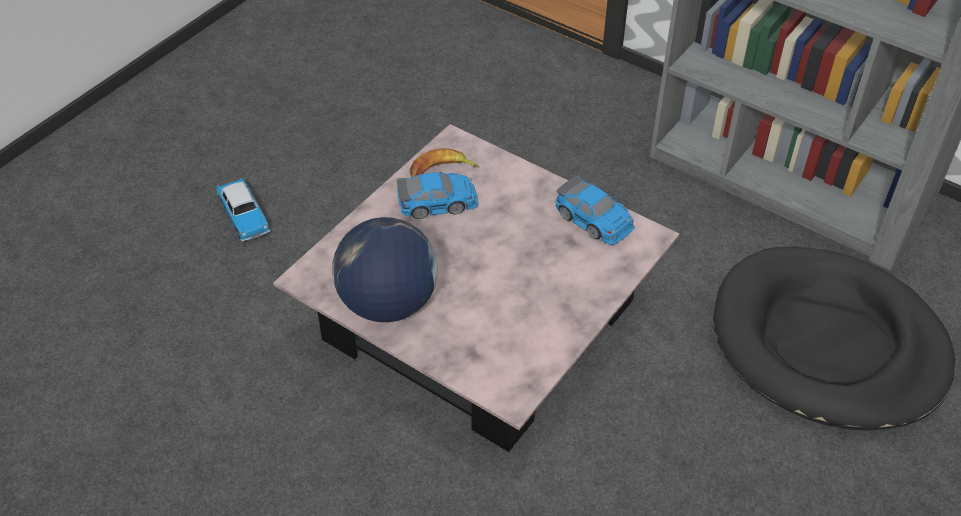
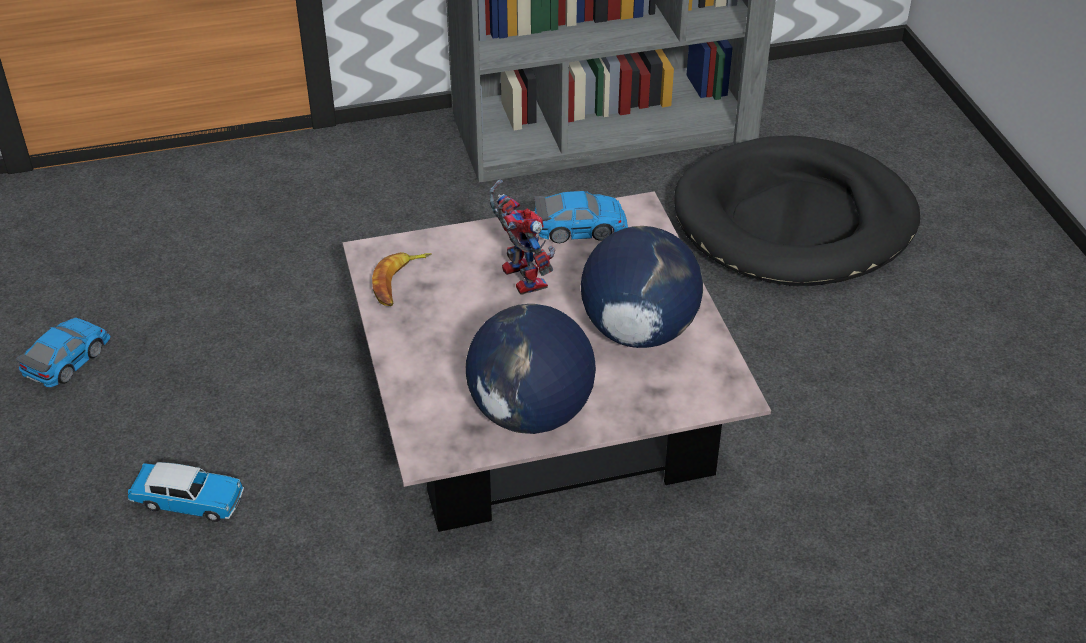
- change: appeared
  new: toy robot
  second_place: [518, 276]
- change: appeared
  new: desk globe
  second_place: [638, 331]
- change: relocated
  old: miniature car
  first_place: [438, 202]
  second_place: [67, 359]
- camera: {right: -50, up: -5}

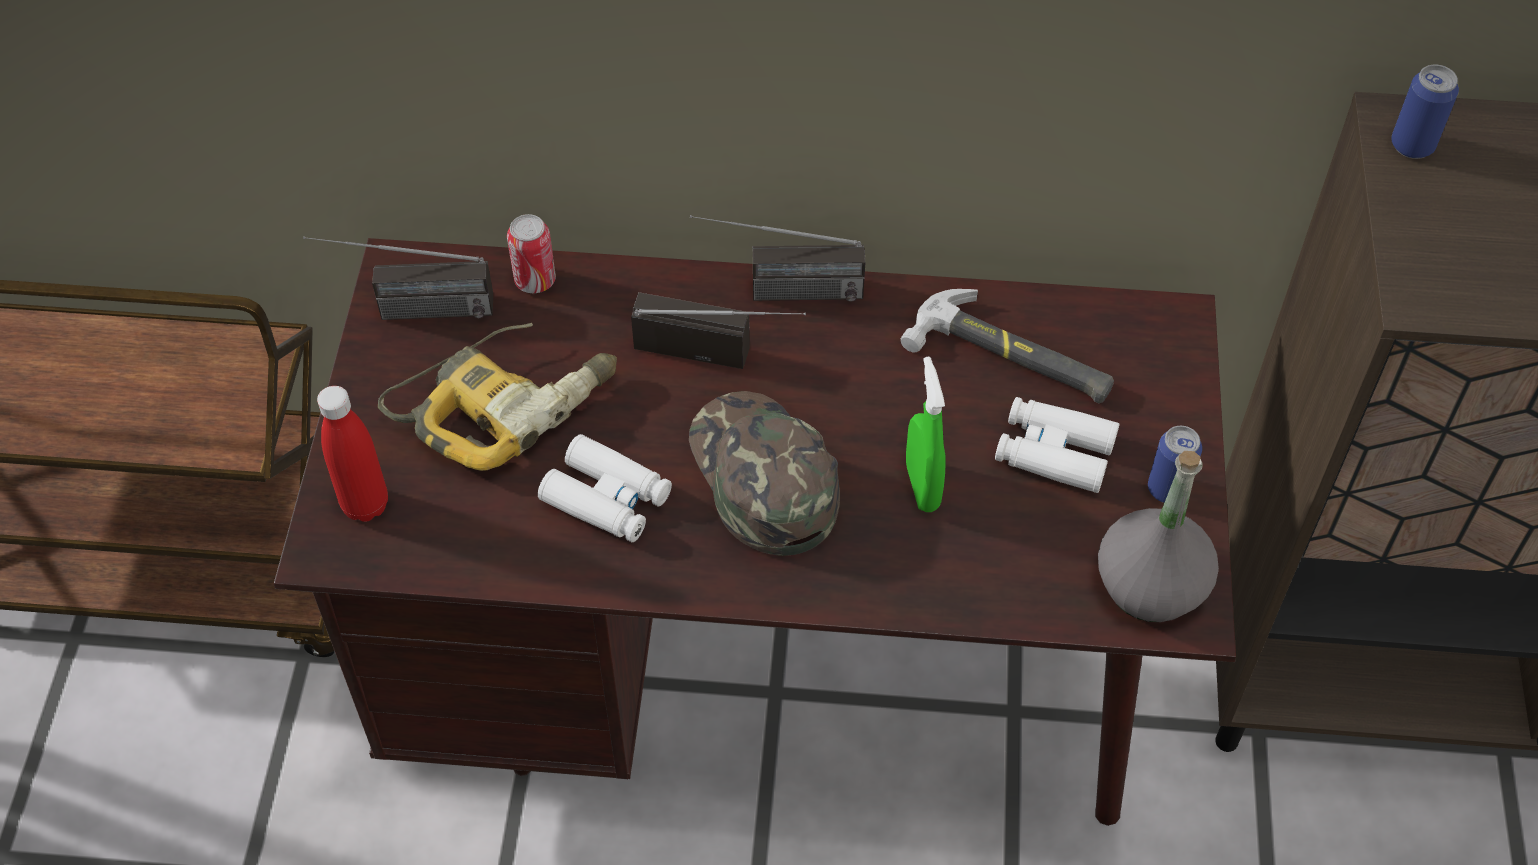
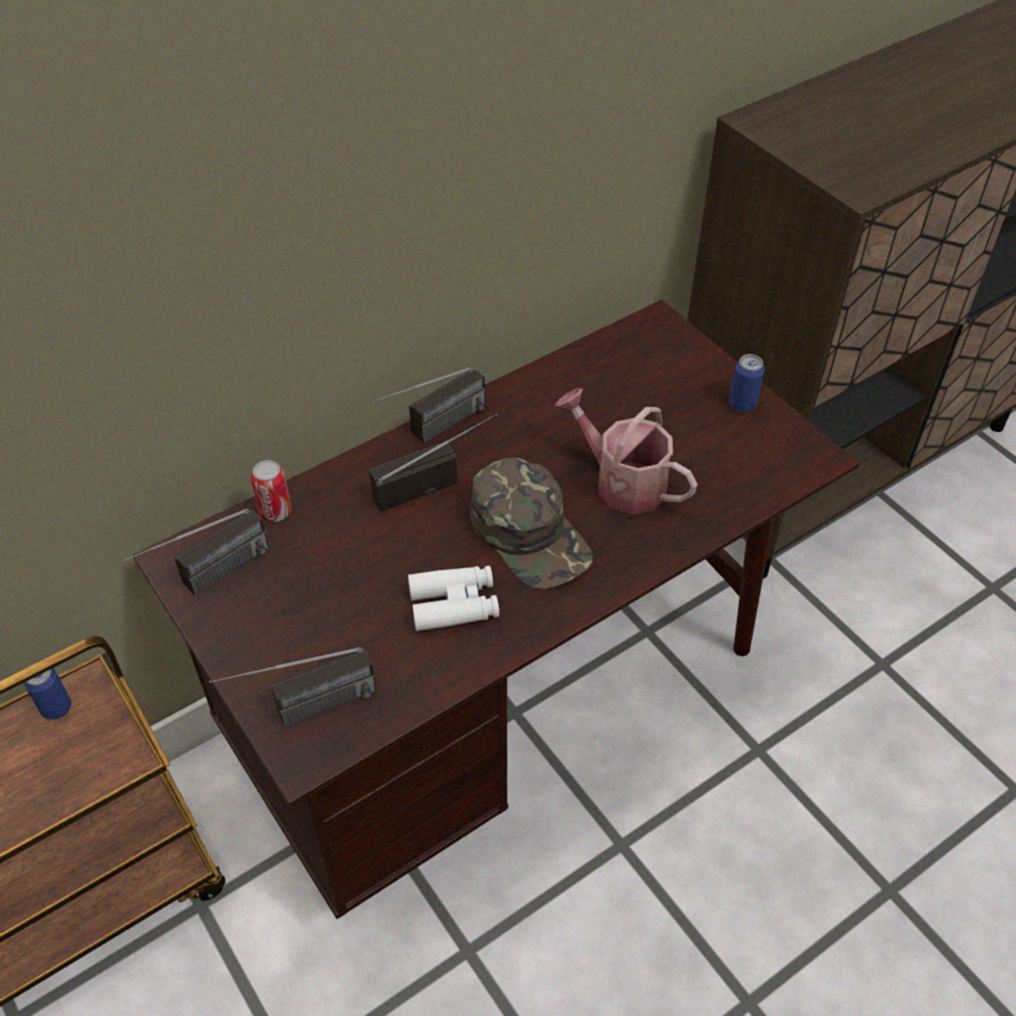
- change: missing
  old: drill
  first_place: [505, 402]
- change: missing
  old: tool hammer
  first_place: [1011, 358]
- change: missing
  old: white-coloured field glasses
  first_place: [1054, 452]
- change: missing
  old: grey bottle
  first_place: [1150, 584]
- change: relocated
  old: sealed can
  first_place: [1412, 145]
  second_place: [56, 708]
- change: exchanged
  old: red-coloured bottle
  new: radio
  first_place: [365, 505]
  second_place: [302, 711]
- change: exchanged
  old: greenish hand sprayer
  new: sprinkling can
  first_place: [922, 486]
  second_place: [622, 481]
- change: spun
  old: greenish peaked cap
  first_place: [761, 477]
  second_place: [530, 533]
  degrees: -150
- camera: {right: -40, up: -5}

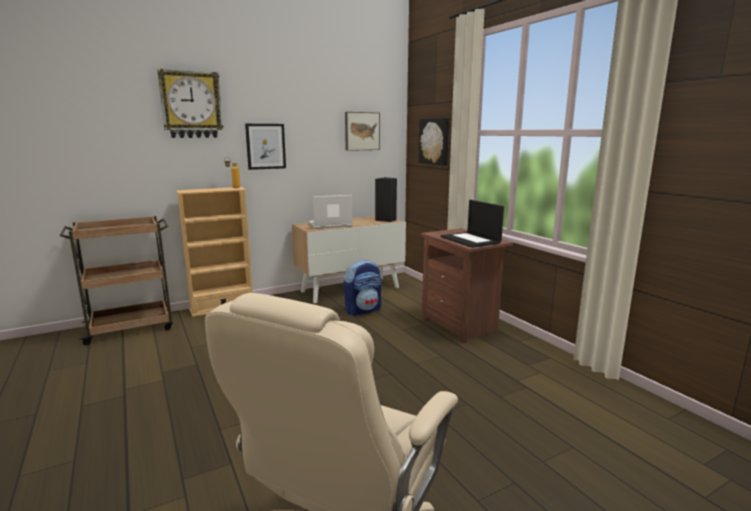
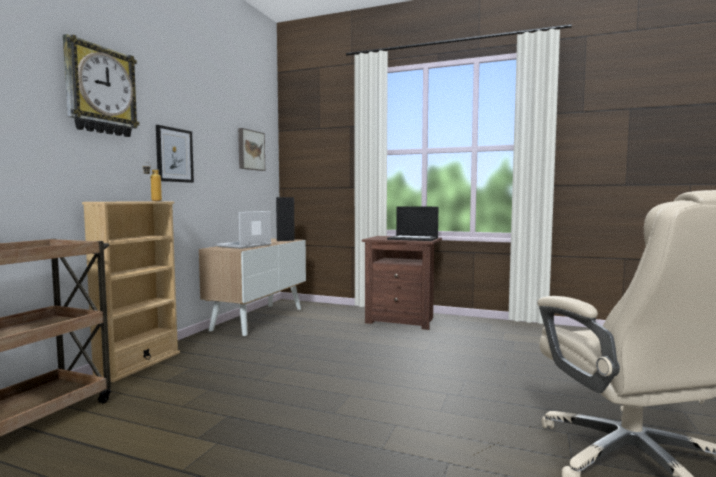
- change: missing
  old: backpack
  first_place: [363, 310]
- change: missing
  old: wall picture
  first_place: [435, 141]
- camera: {right: -40, up: -10}

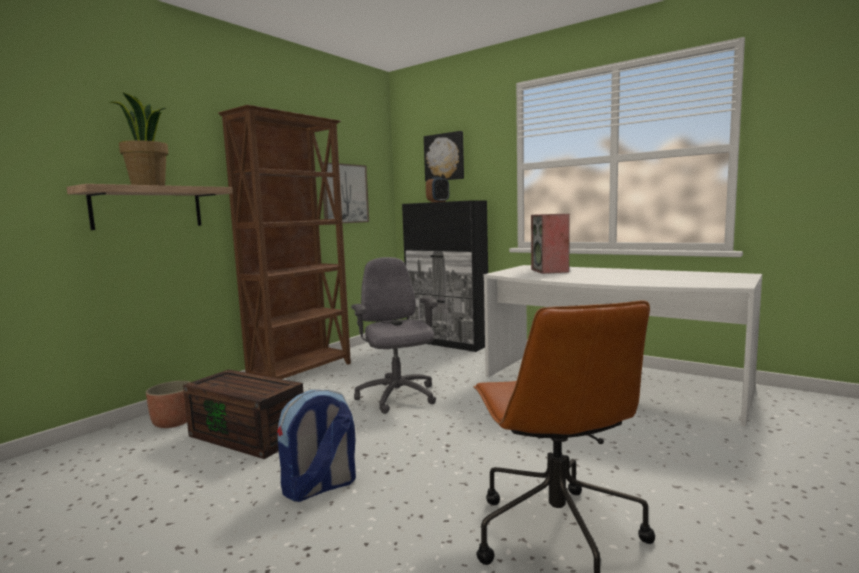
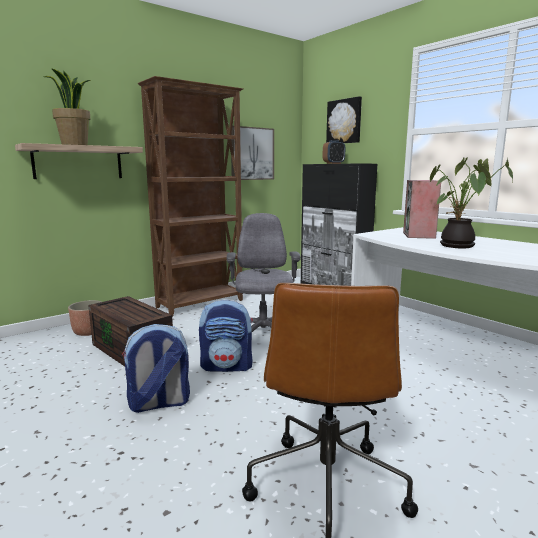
- change: appeared
  new: backpack
  second_place: [227, 366]
- change: appeared
  new: plant in a pot
  second_place: [458, 246]
- camera: {right: 15, up: 5}

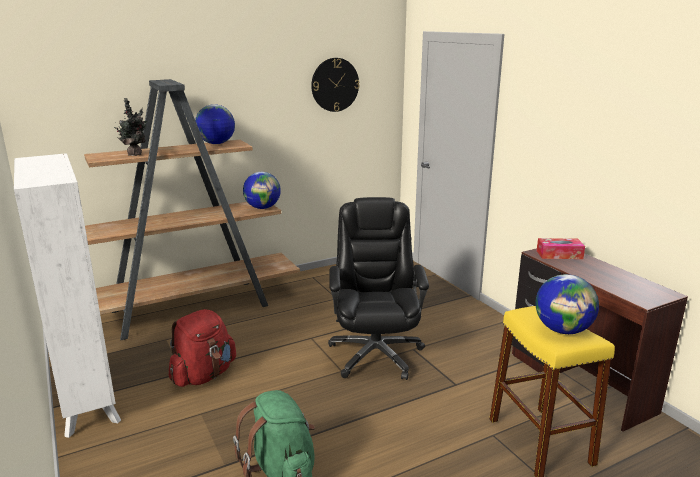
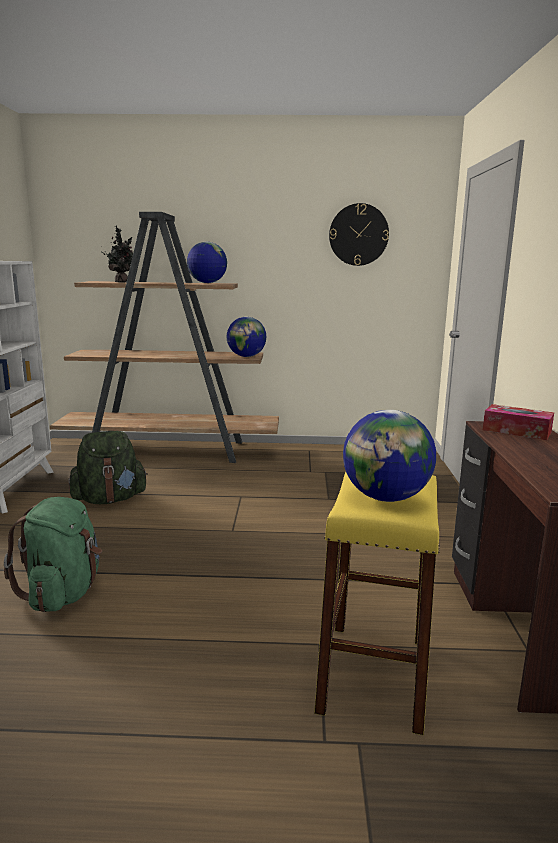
- change: missing
  old: blackish desk chair
  first_place: [375, 353]
- change: colour
  old: red-coloured backpack
  new: greenish backpack
  first_place: [204, 375]
  second_place: [109, 499]
- camera: {right: 30, up: -5}

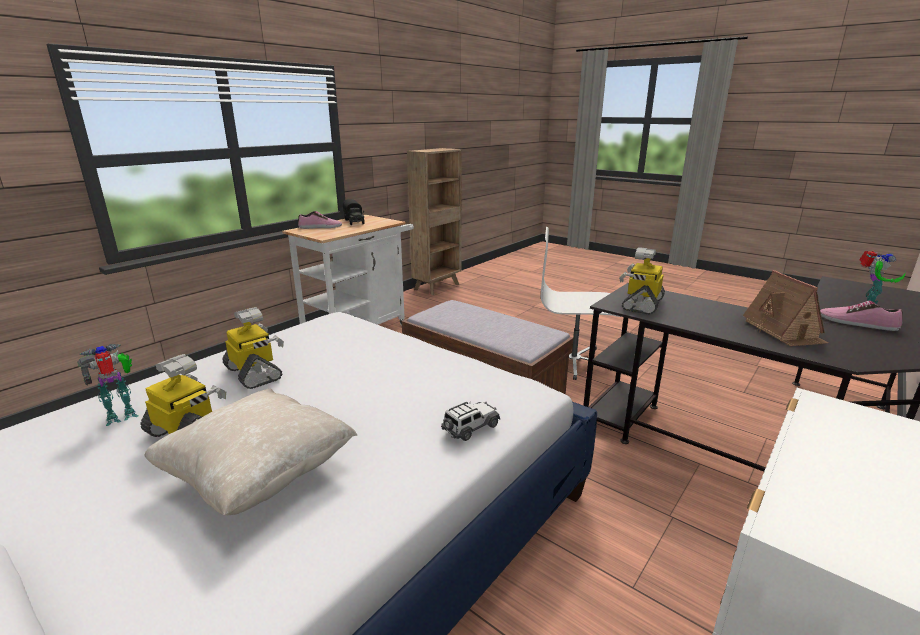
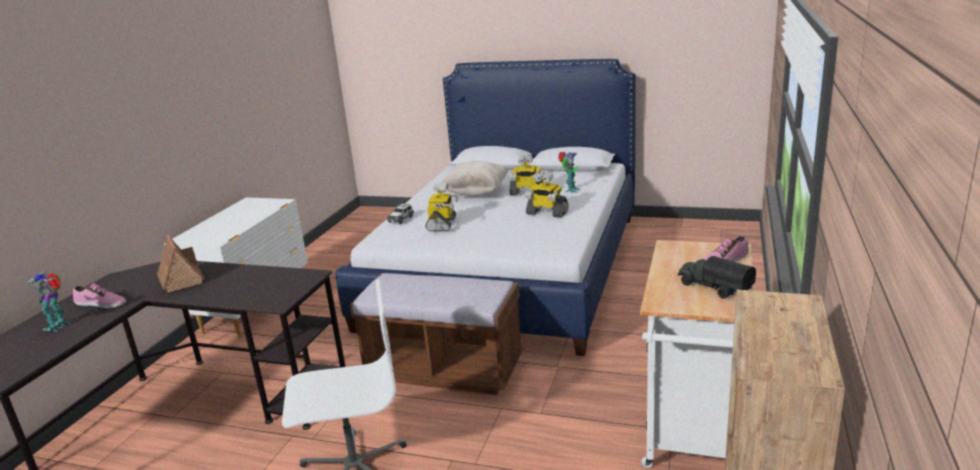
- change: relocated
  old: toy robot
  first_place: [641, 304]
  second_place: [442, 224]
- camera: {right: 160, up: 0}

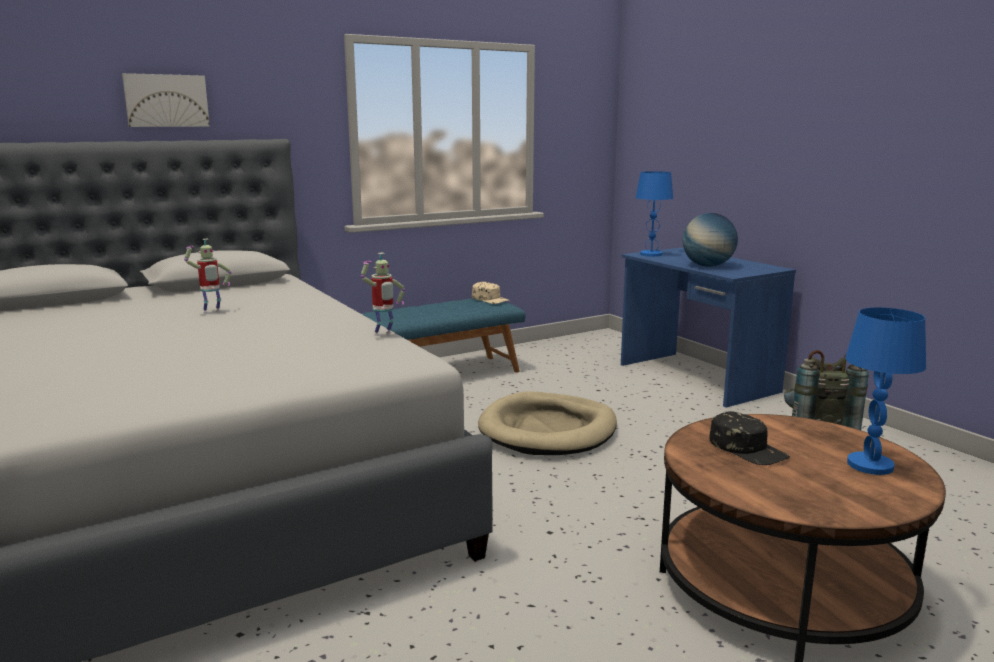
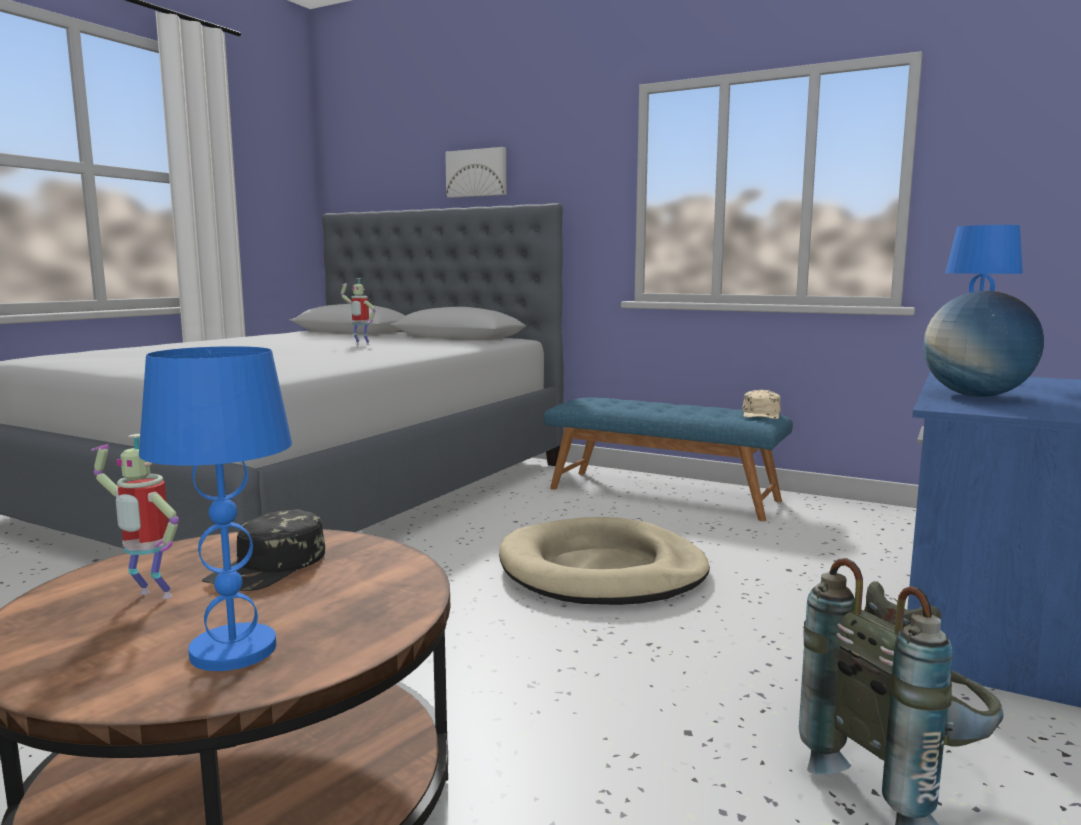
- change: relocated
  old: toy robot
  first_place: [383, 334]
  second_place: [150, 597]
- camera: {right: 60, up: -5}

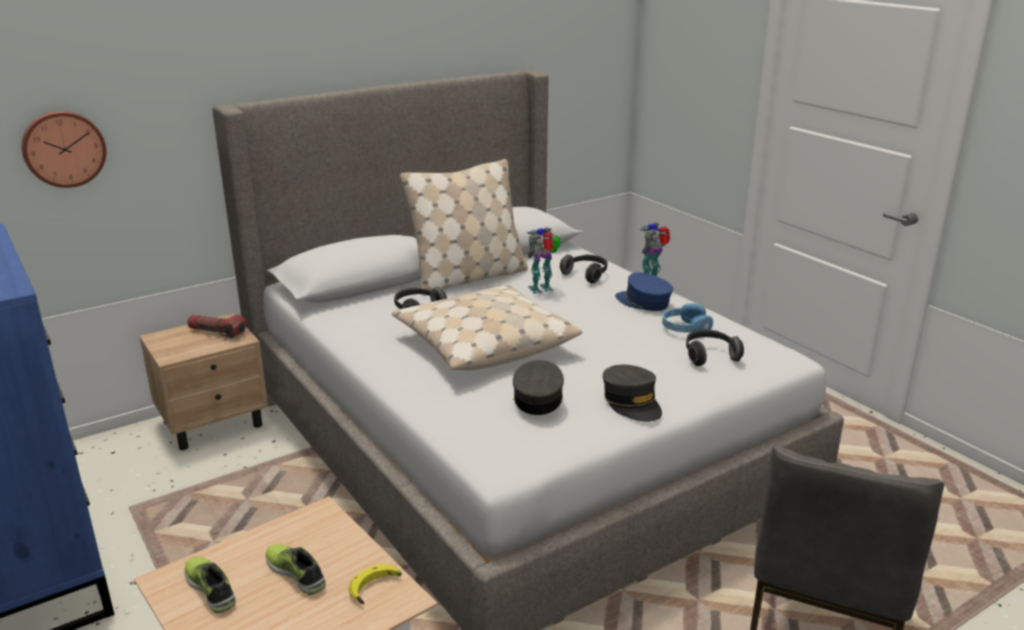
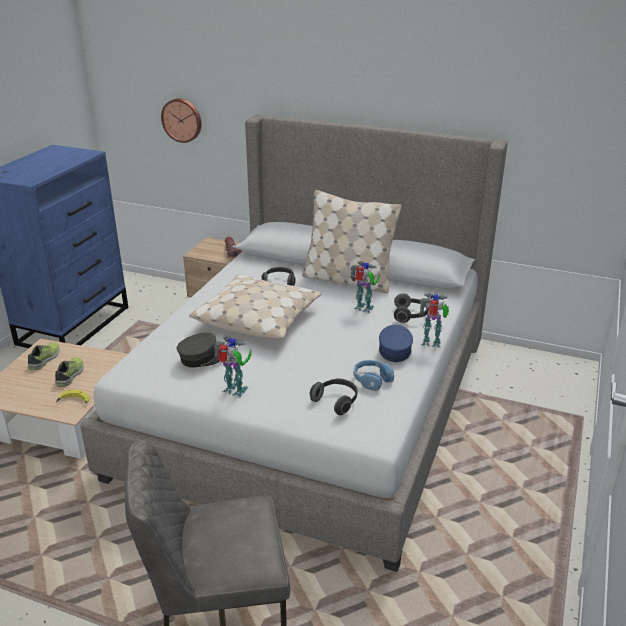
- change: exchanged
  old: grey peaked cap
  new: toy robot
  first_place: [632, 403]
  second_place: [235, 392]
- camera: {right: 55, up: 5}

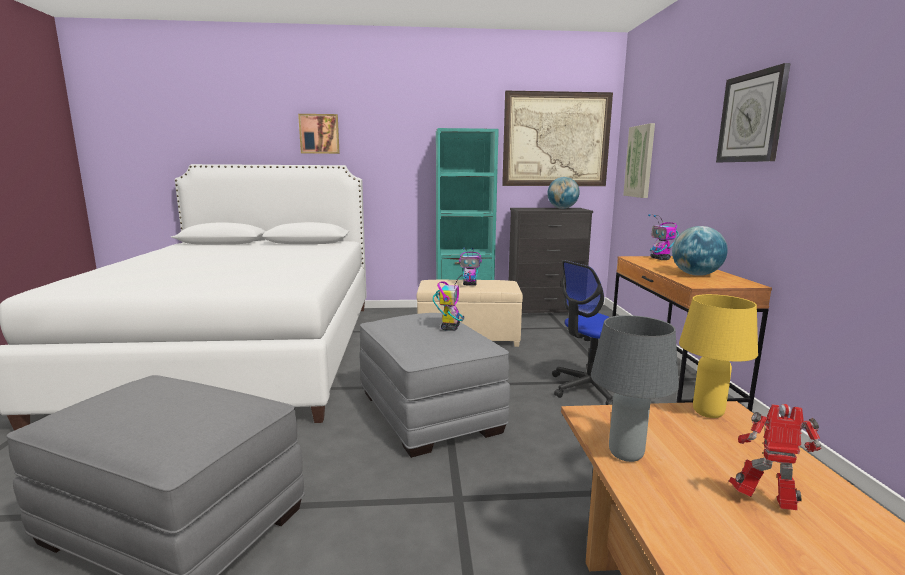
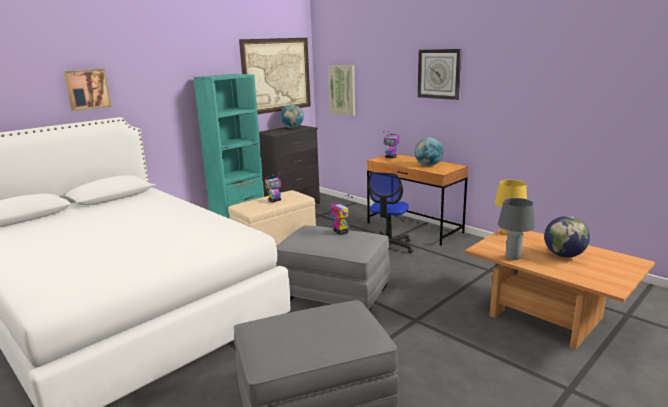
- change: exchanged
  old: toy robot
  new: desk globe
  first_place: [765, 504]
  second_place: [564, 255]
- camera: {right: -40, up: 5}

